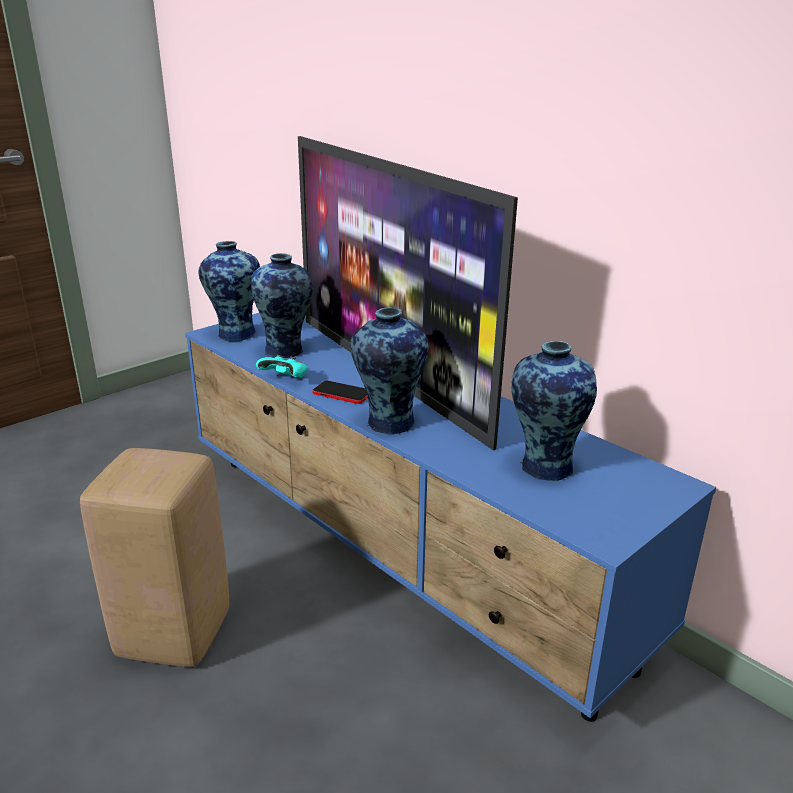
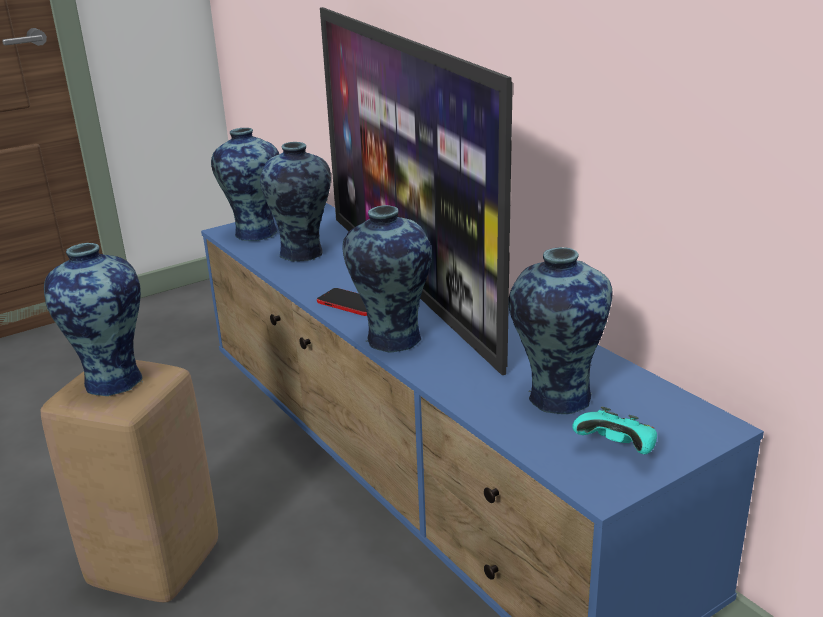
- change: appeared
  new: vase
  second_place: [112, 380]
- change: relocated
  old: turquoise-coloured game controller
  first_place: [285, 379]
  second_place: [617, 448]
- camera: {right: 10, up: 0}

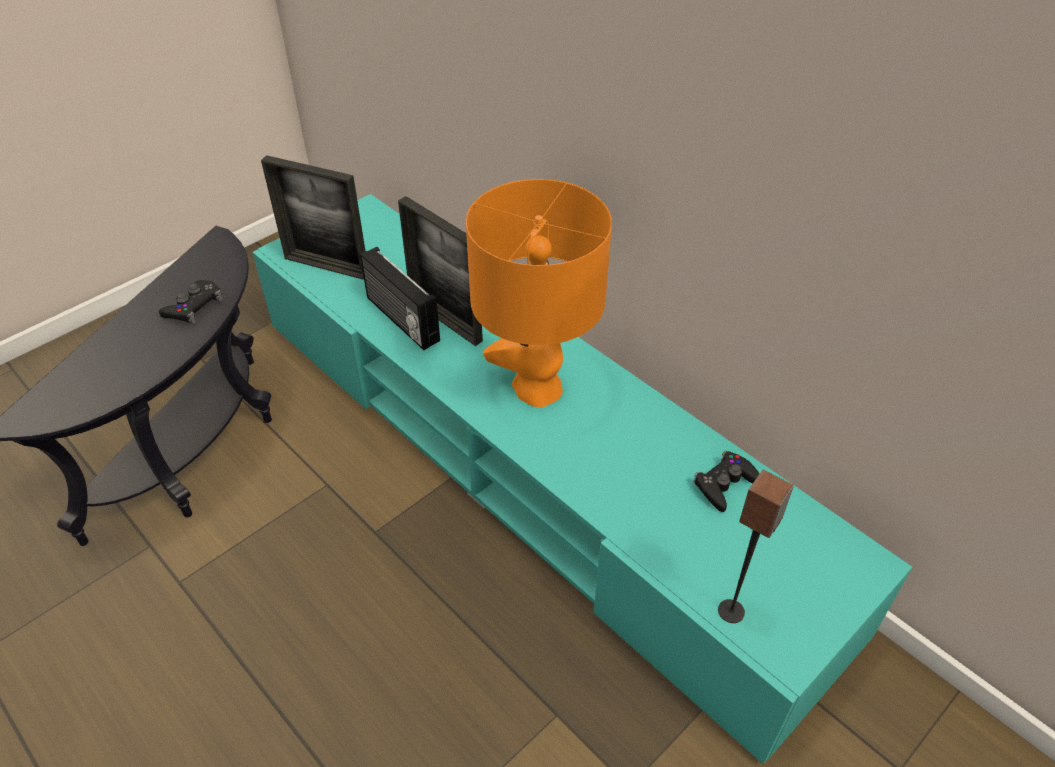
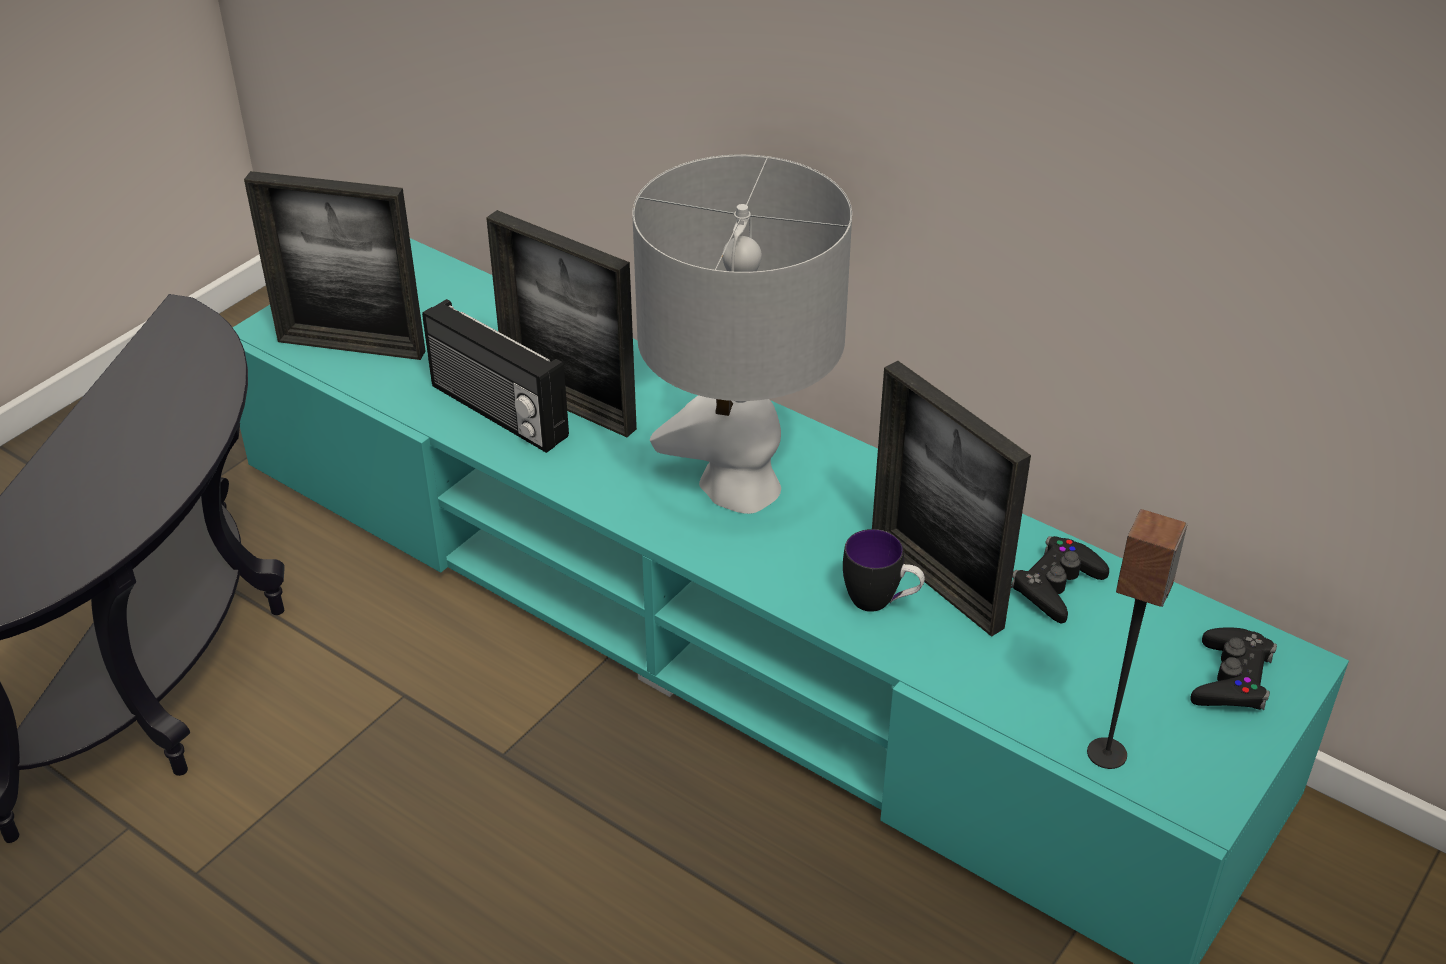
- change: appeared
  new: mug
  second_place: [881, 602]
- change: appeared
  new: photo frame
  second_place: [935, 582]
- change: relocated
  old: blackish game controller
  first_place: [194, 307]
  second_place: [1231, 679]
- change: colour
  old: orange-coloured table lamp
  new: grey table lamp
  first_place: [536, 388]
  second_place: [739, 486]
- camera: {right: -10, up: -5}

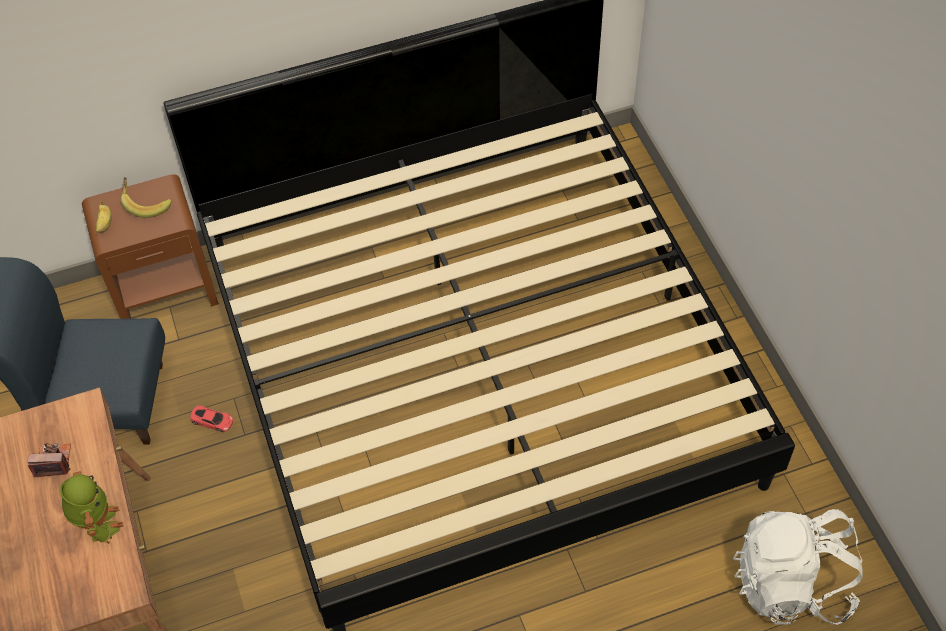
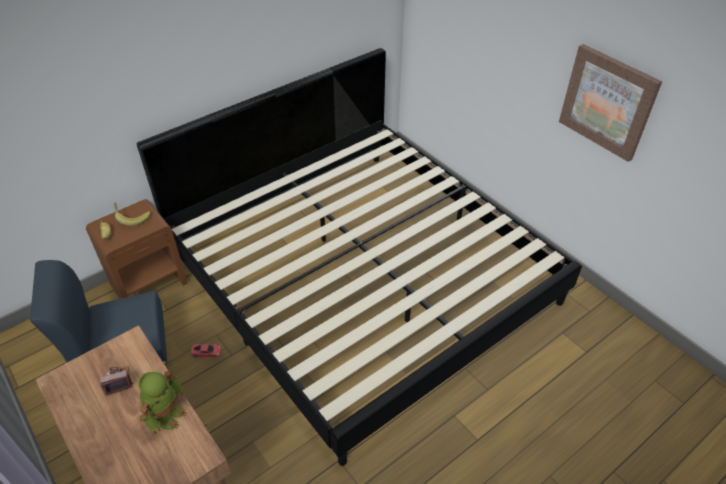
- change: missing
  old: white-coloured backpack
  first_place: [791, 584]
- change: appeared
  new: wall picture
  second_place: [608, 102]
- change: spun
  old: toy robot
  first_place: [98, 523]
  second_place: [166, 414]
  degrees: 60
- camera: {right: -20, up: -10}

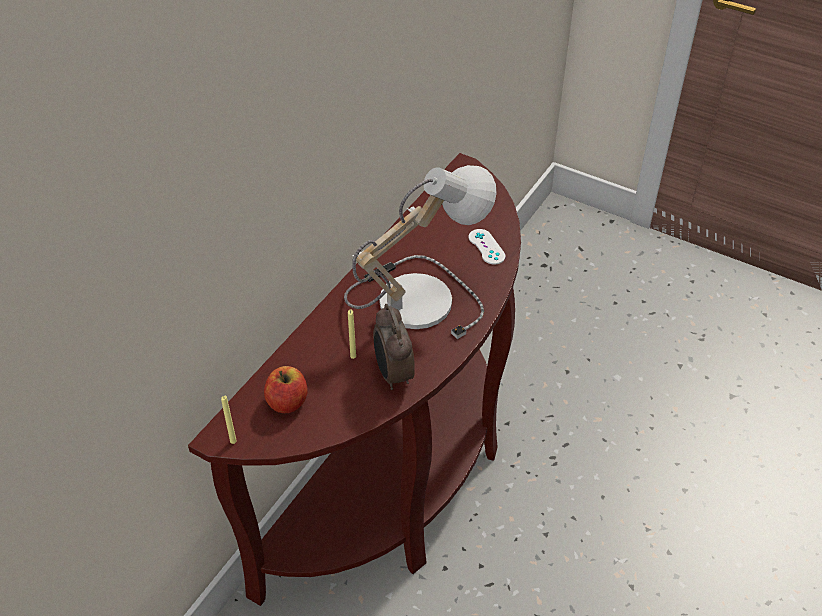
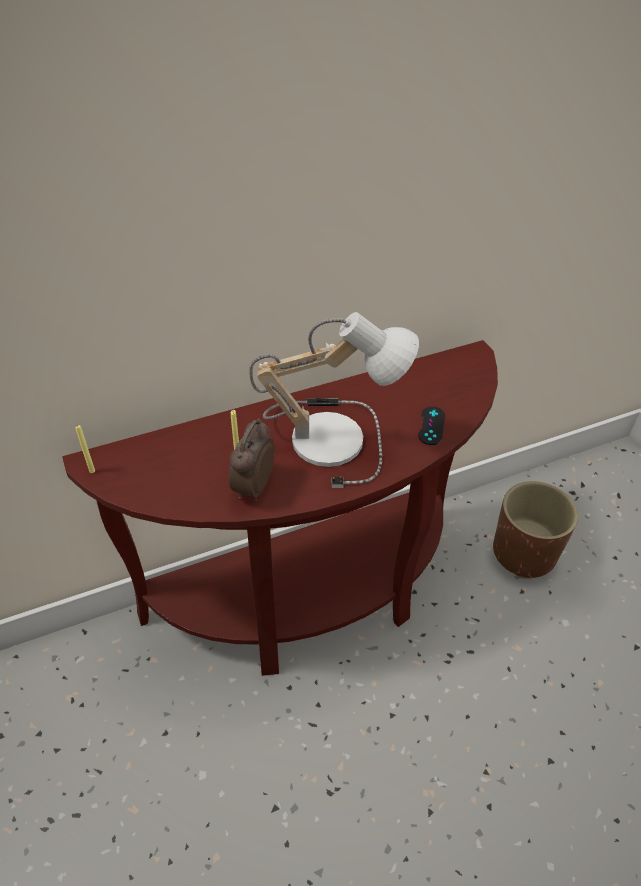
- change: missing
  old: apple fruit
  first_place: [287, 402]
- change: appeared
  new: brown planter
  second_place: [524, 553]
- change: colour
  old: white-coloured game controller
  new: blackish game controller
  first_place: [486, 247]
  second_place: [431, 426]
- camera: {right: 35, up: 0}

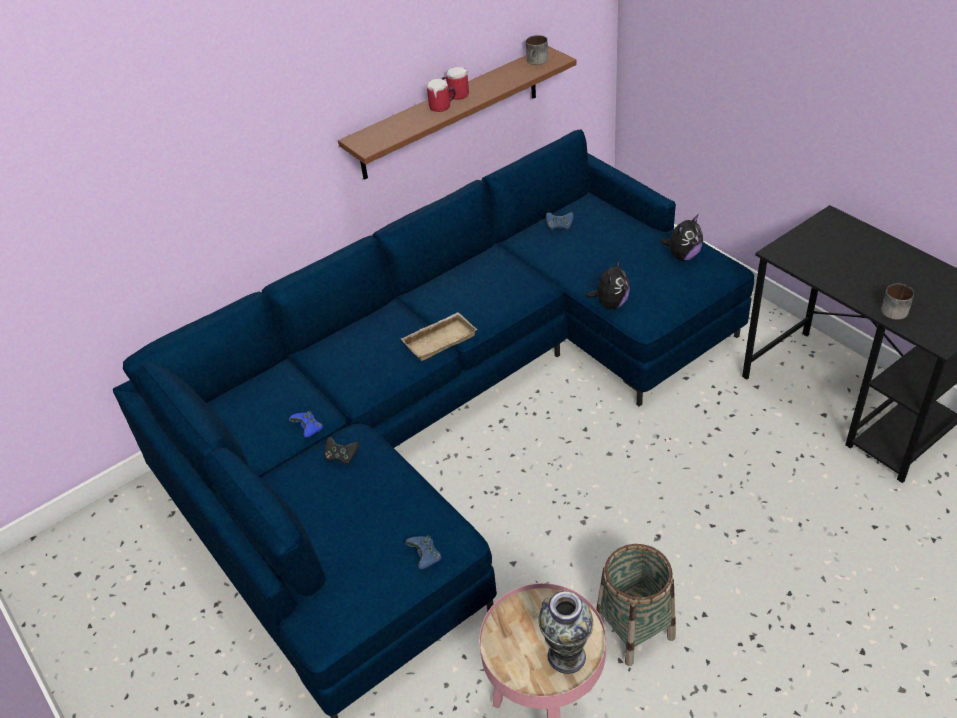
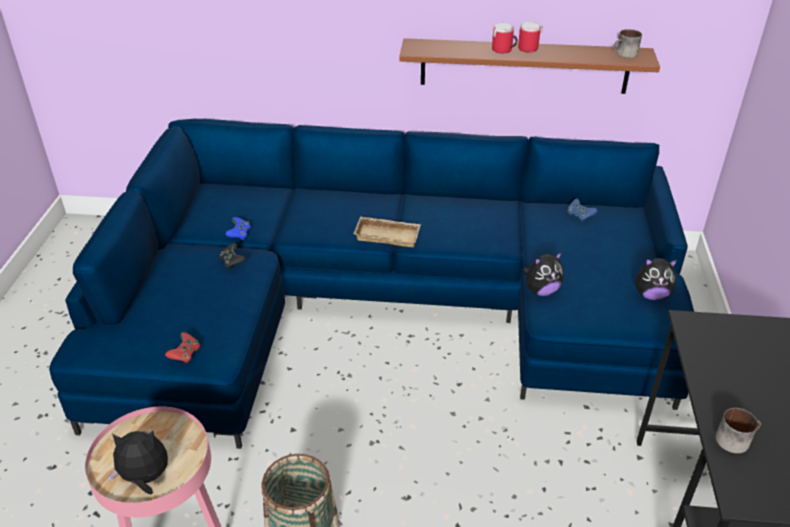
- change: exchanged
  old: vase
  new: soft toy
  first_place: [566, 656]
  second_place: [145, 478]
- change: colour
  old: blue game controller
  new: red-coloured game controller
  first_place: [425, 557]
  second_place: [185, 355]
- camera: {right: 40, up: -5}

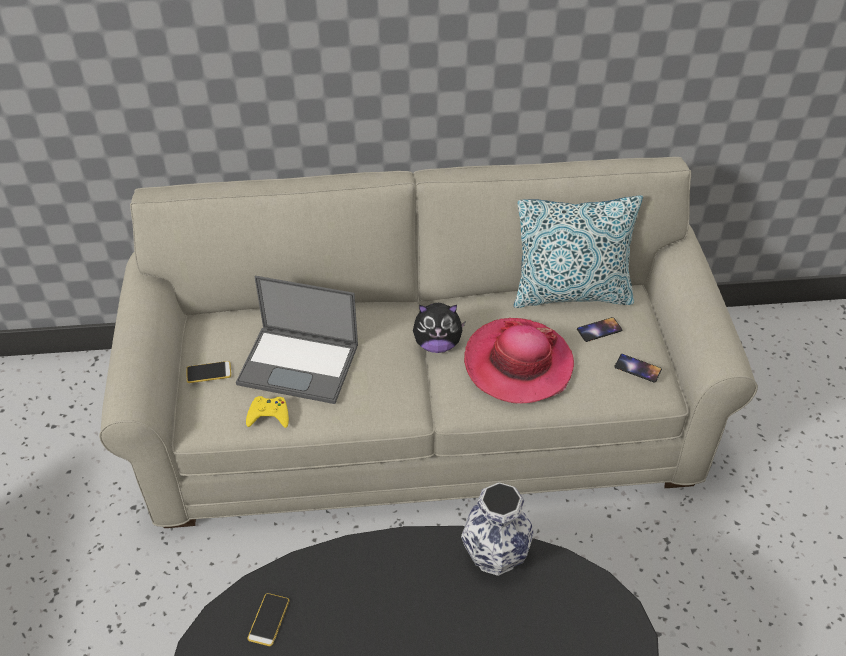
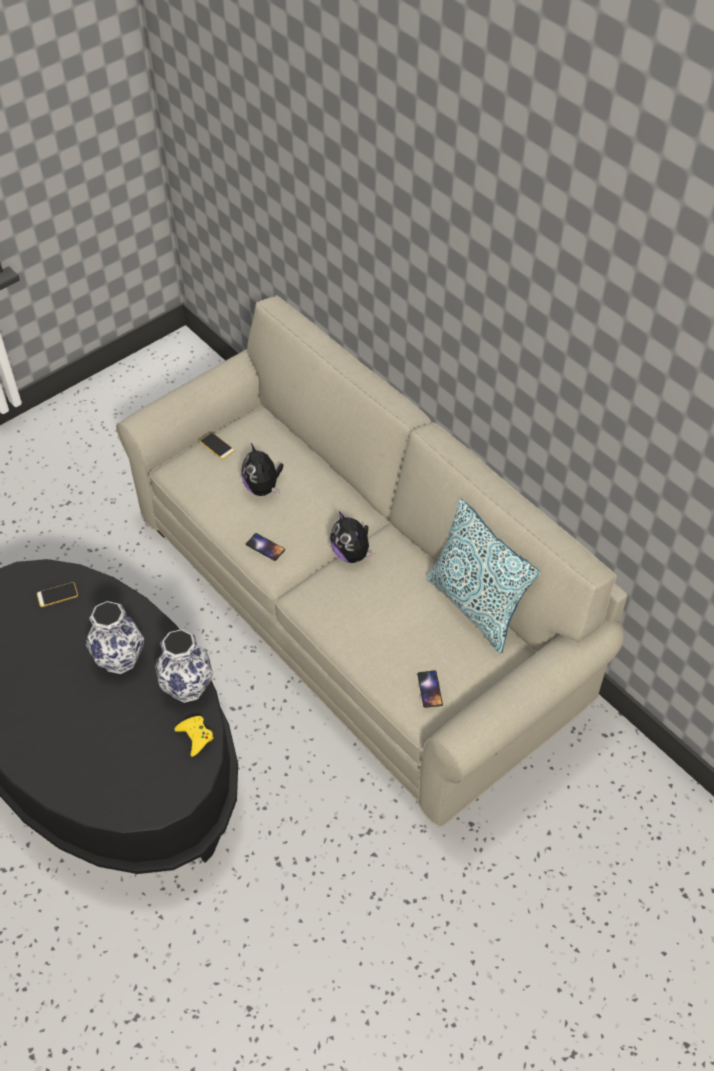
- change: missing
  old: clothing hat
  first_place: [518, 364]
- change: appeared
  new: vase
  second_place: [120, 659]
- change: relocated
  old: yellowish game controller
  first_place: [269, 415]
  second_place: [195, 736]
- change: relocated
  old: telephone
  first_place: [599, 330]
  second_place: [265, 547]
- change: exchanged
  old: notebook computer
  new: soft toy
  first_place: [300, 364]
  second_place: [263, 488]
- camera: {right: 55, up: 5}

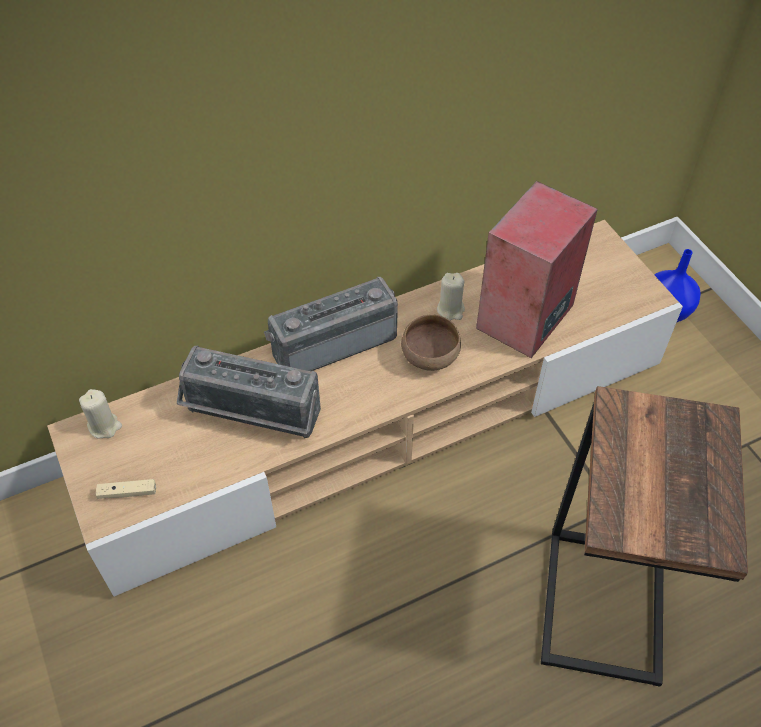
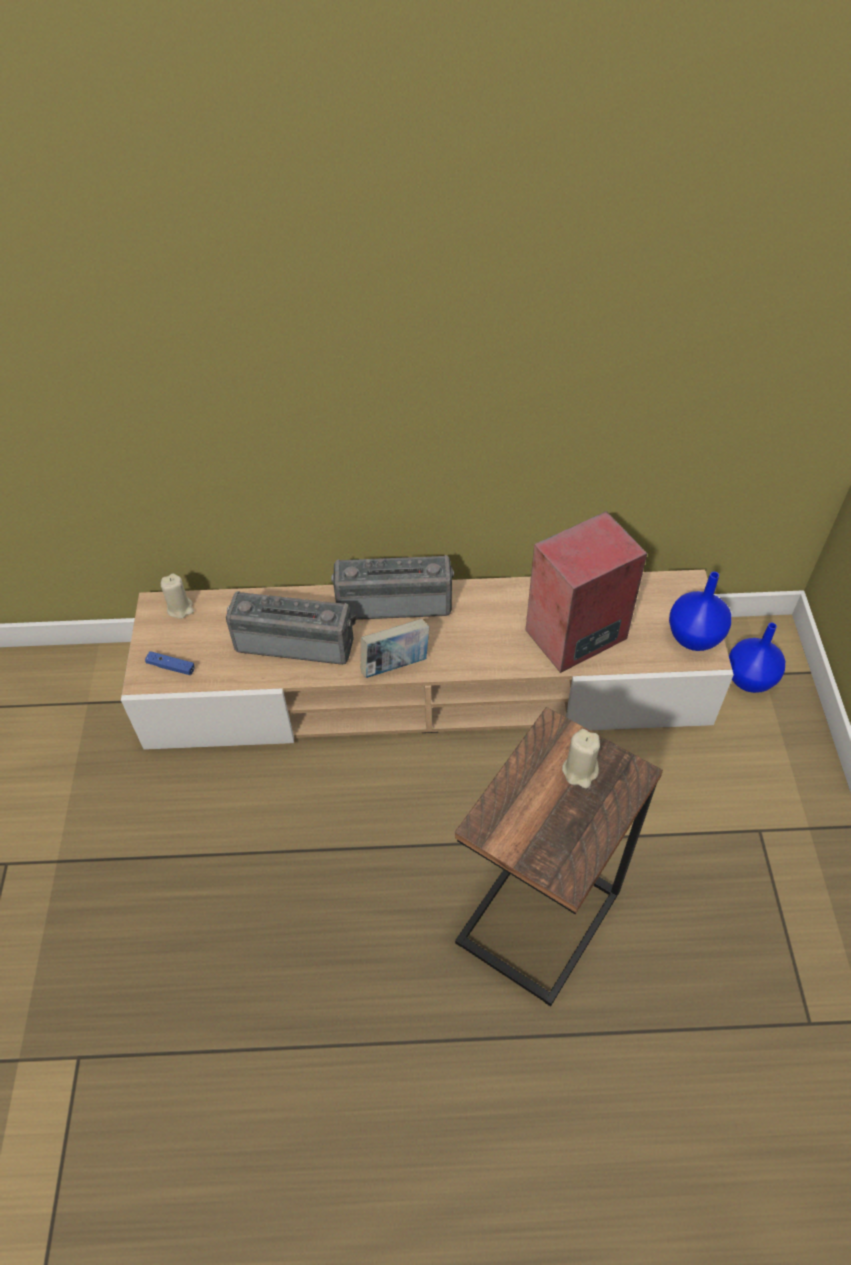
- change: missing
  old: brown deep dish
  first_place: [431, 357]
- change: appeared
  new: book
  second_place: [395, 665]
- change: appeared
  new: blue vase
  second_place: [695, 636]
- change: relocated
  old: beige wax candle
  first_place: [450, 310]
  second_place: [580, 771]
- change: colour
  old: beige game controller
  new: blue game controller
  first_place: [127, 493]
  second_place: [171, 667]
- change: spun
  old: radio
  first_place: [252, 416]
  second_place: [296, 640]
  degrees: 150
- camera: {right: 25, up: 0}

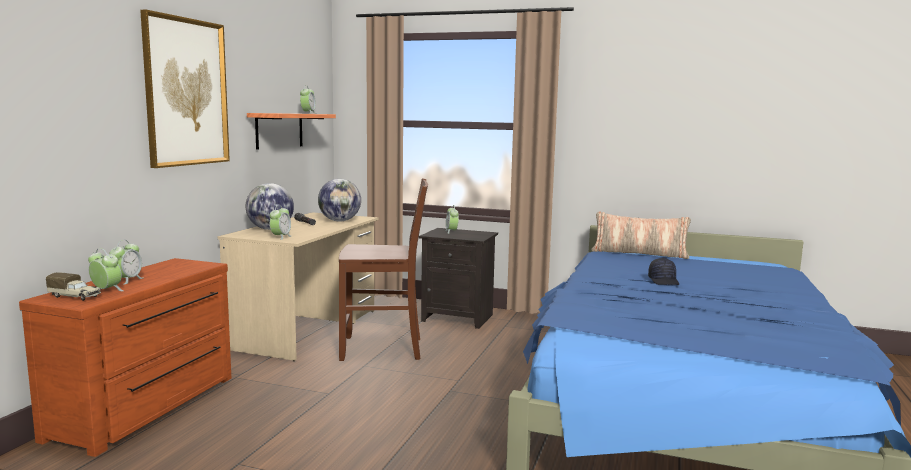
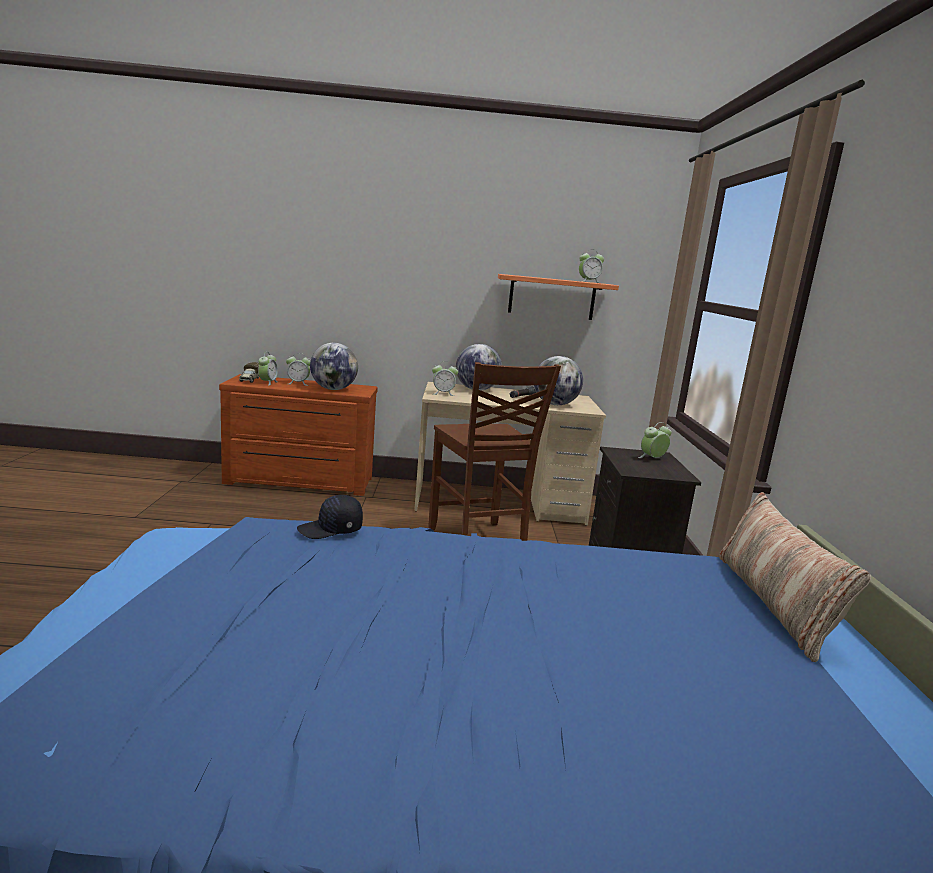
- change: missing
  old: wall picture
  first_place: [186, 92]
- change: appeared
  new: desk globe
  second_place: [333, 389]
- change: relocated
  old: blackish peaked cap
  first_place: [664, 281]
  second_place: [331, 530]
- camera: {right: 70, up: 5}

